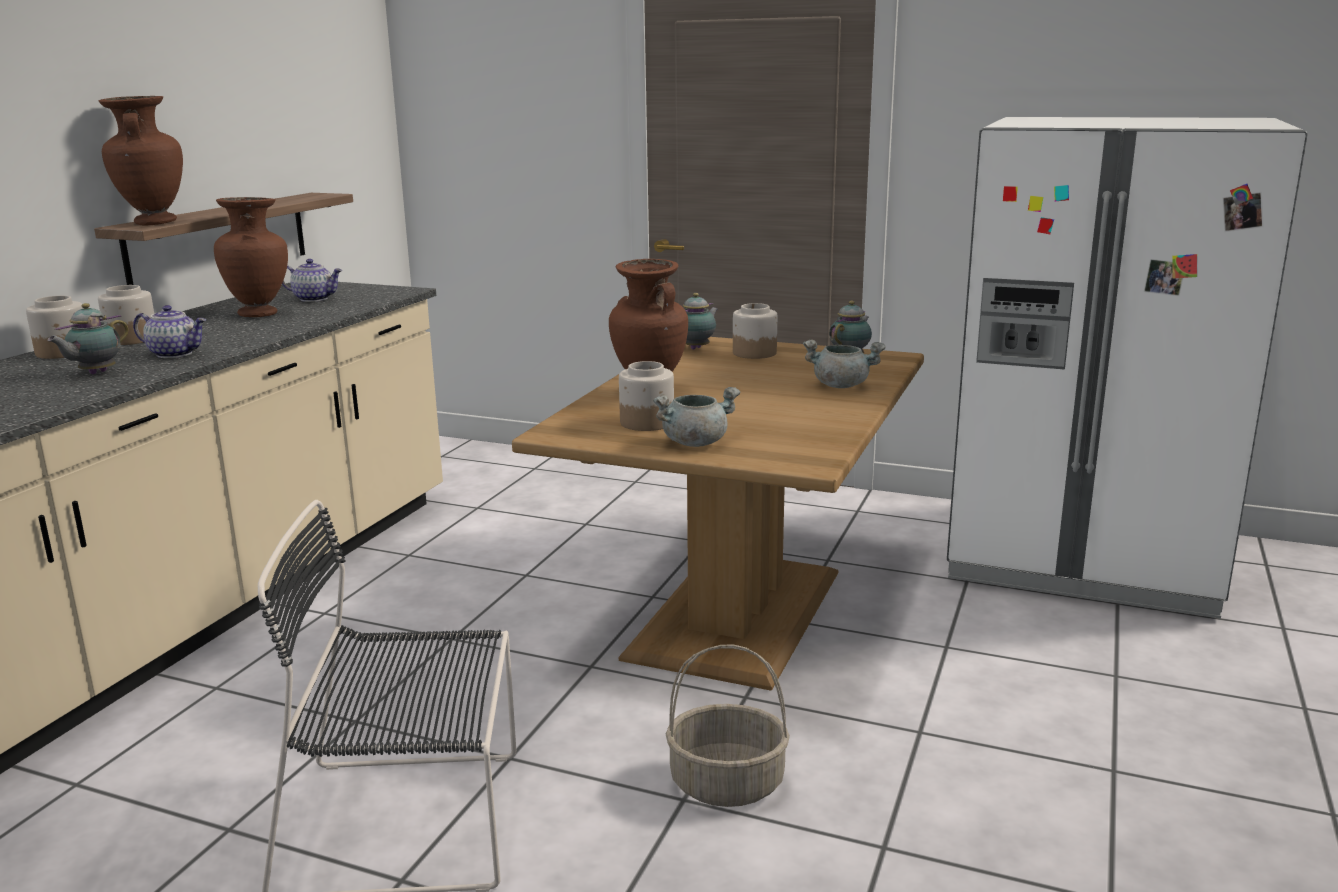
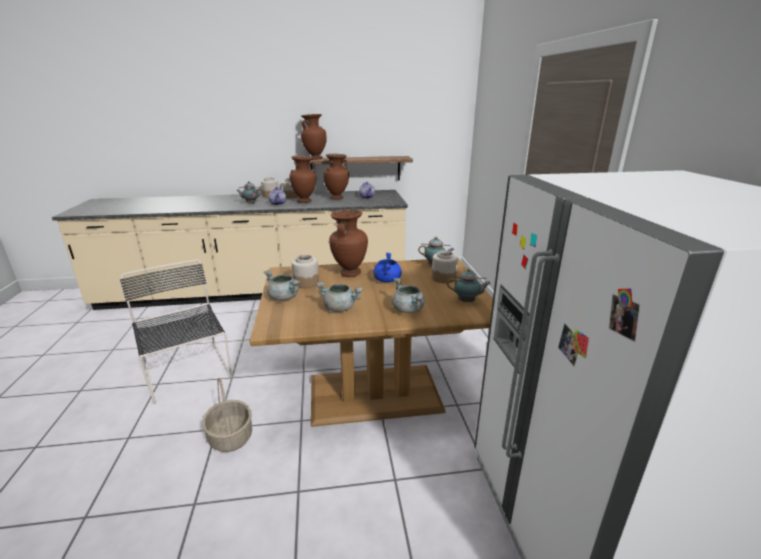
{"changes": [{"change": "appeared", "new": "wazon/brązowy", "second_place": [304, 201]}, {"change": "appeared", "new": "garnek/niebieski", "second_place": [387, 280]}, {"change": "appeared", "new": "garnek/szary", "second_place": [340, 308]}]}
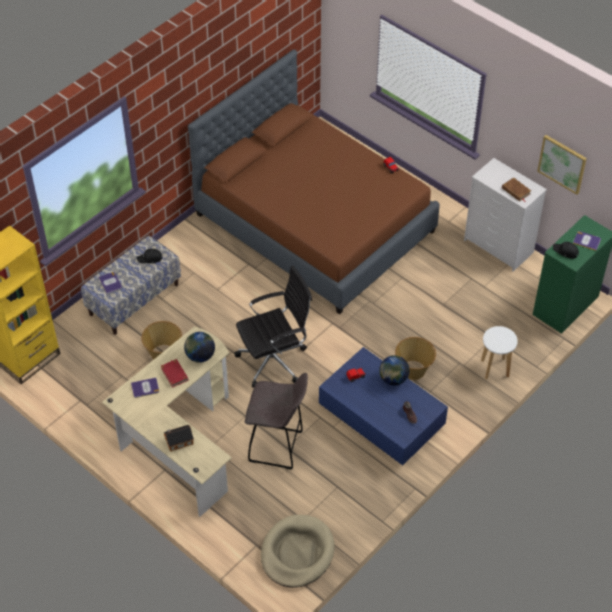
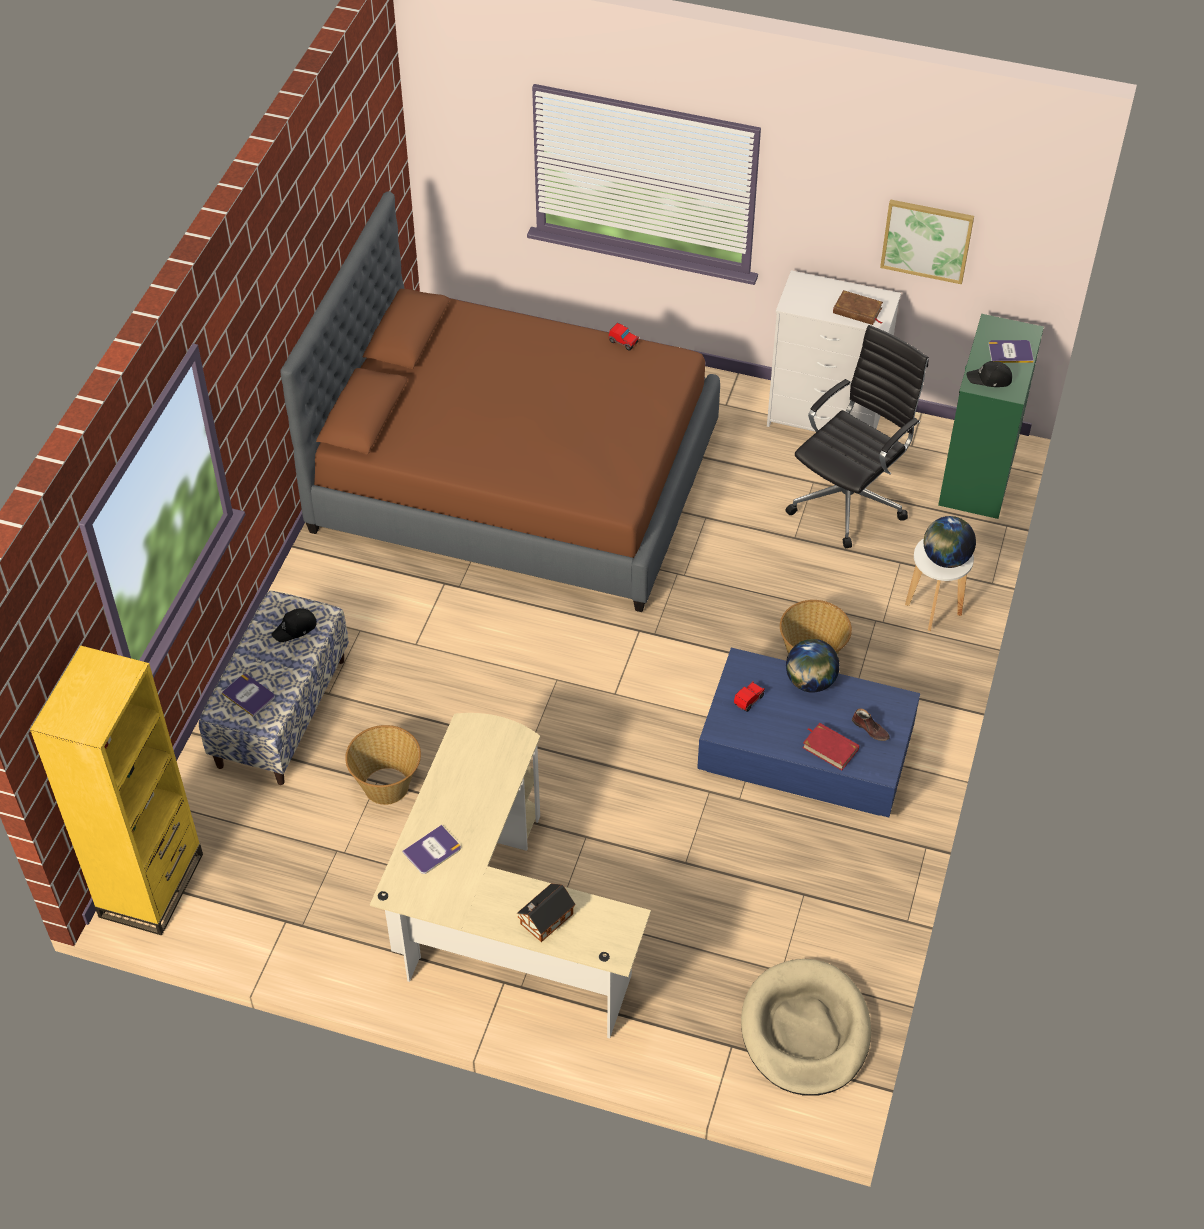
{"changes": [{"change": "relocated", "old": "krzesło biurowe/czarny", "first_place": [275, 360], "second_place": [849, 499]}, {"change": "relocated", "old": "globus", "first_place": [200, 356], "second_place": [945, 558]}, {"change": "relocated", "old": "książka/czerwony", "first_place": [174, 374], "second_place": [830, 748]}, {"change": "missing", "old": "stołek/szary", "first_place": [277, 447]}]}
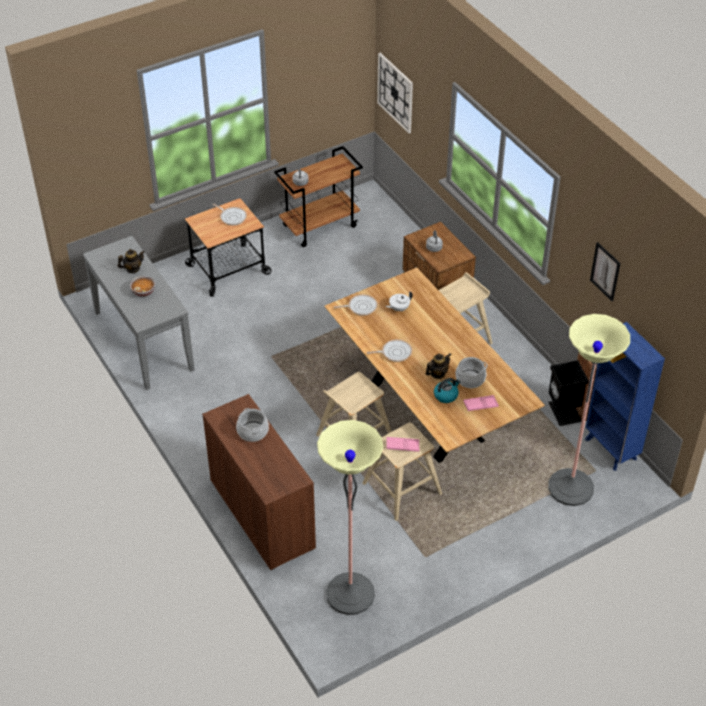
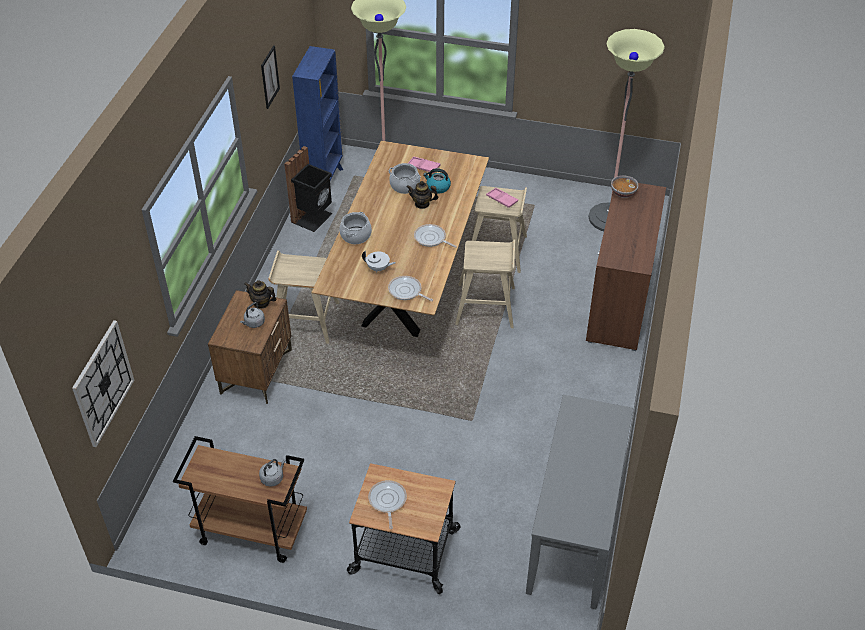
{"changes": [{"change": "relocated", "old": "imbryk", "first_place": [133, 269], "second_place": [261, 303]}, {"change": "relocated", "old": "miska", "first_place": [143, 291], "second_place": [623, 193]}, {"change": "relocated", "old": "garnek", "first_place": [253, 431], "second_place": [355, 235]}]}
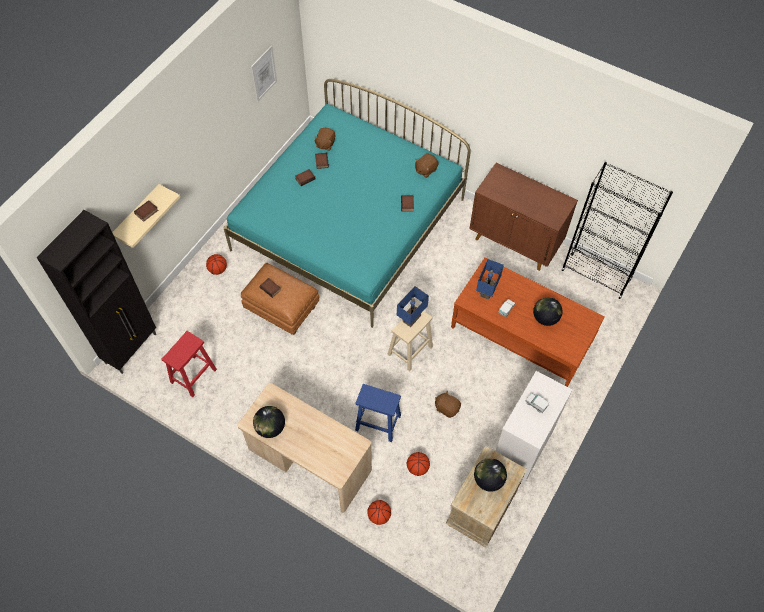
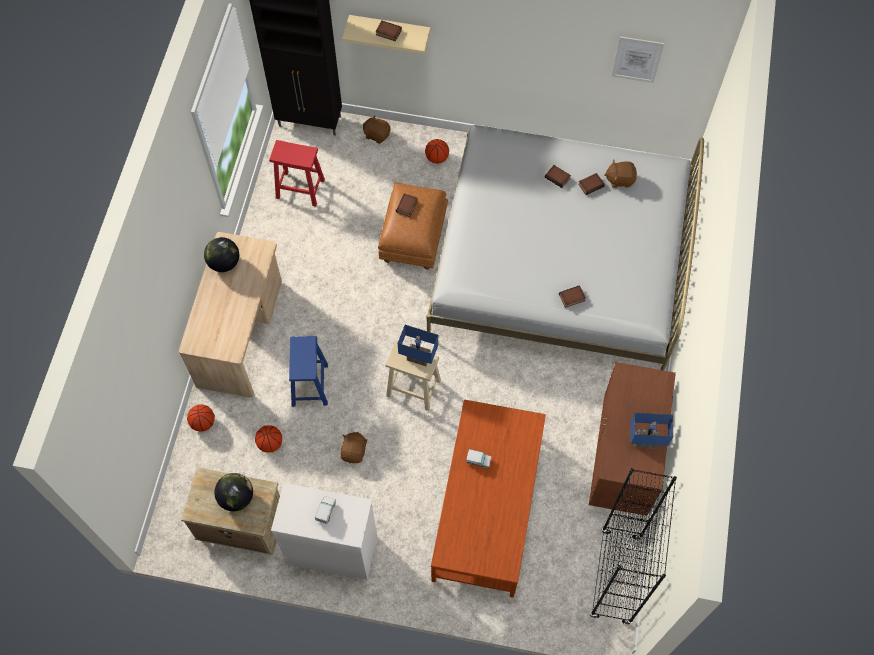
{"changes": [{"change": "colour", "old": "łóżko/turkusowy", "new": "łóżko/biały", "first_place": [349, 224], "second_place": [559, 264]}, {"change": "relocated", "old": "pluszak/brązowy", "first_place": [425, 170], "second_place": [377, 134]}, {"change": "relocated", "old": "lampa stołowa/niebieski", "first_place": [487, 292], "second_place": [645, 442]}, {"change": "missing", "old": "globus", "first_place": [545, 318]}]}
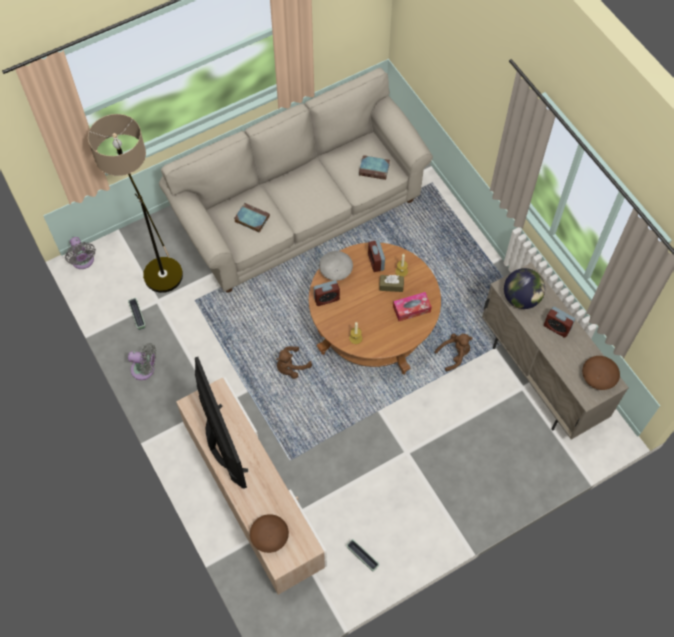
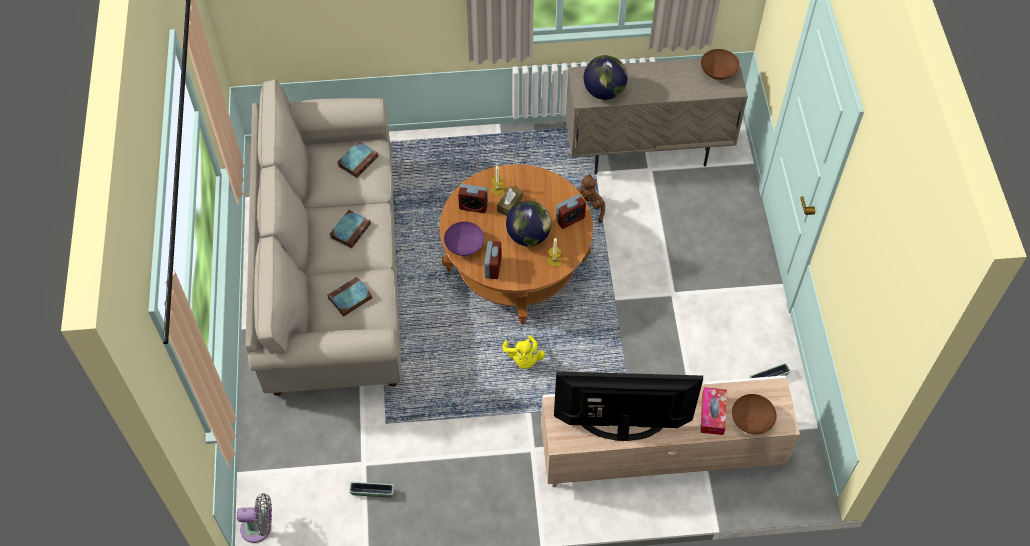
{"changes": [{"change": "missing", "old": "lampa stojąca", "first_place": [156, 263]}, {"change": "colour", "old": "miska/szary", "new": "miska/fioletowy", "first_place": [335, 271], "second_place": [463, 246]}, {"change": "relocated", "old": "pudełko chusteczek", "first_place": [411, 309], "second_place": [712, 414]}, {"change": "relocated", "old": "budzik", "first_place": [556, 327], "second_place": [570, 219]}, {"change": "missing", "old": "wentylator/szary", "first_place": [145, 370]}, {"change": "colour", "old": "pluszak/brązowy", "new": "pluszak/żółty", "first_place": [291, 367], "second_place": [523, 359]}, {"change": "appeared", "new": "globus", "second_place": [528, 236]}, {"change": "appeared", "new": "książka", "second_place": [350, 230]}]}
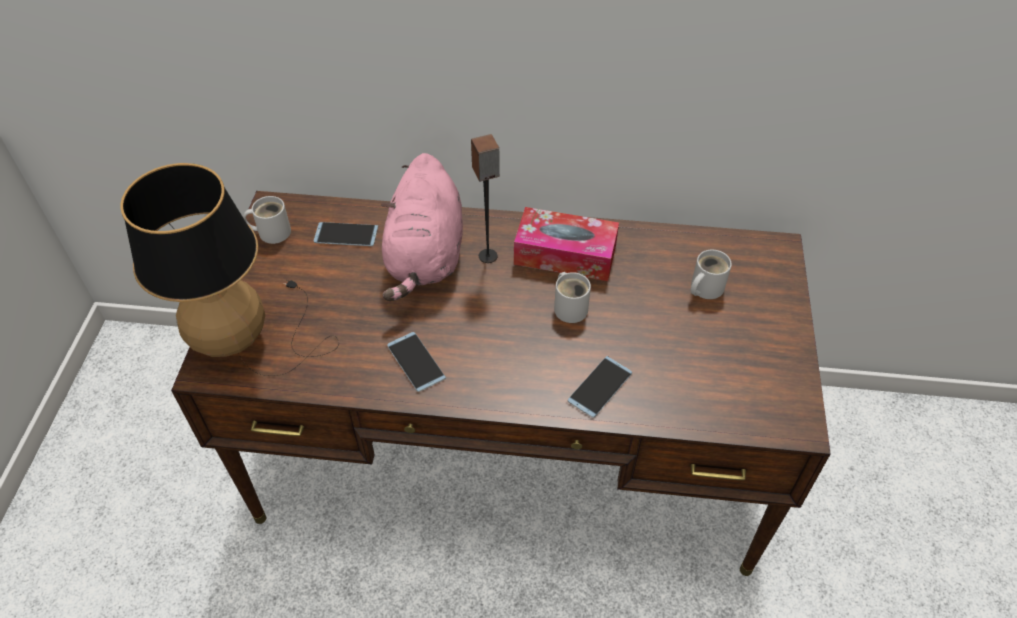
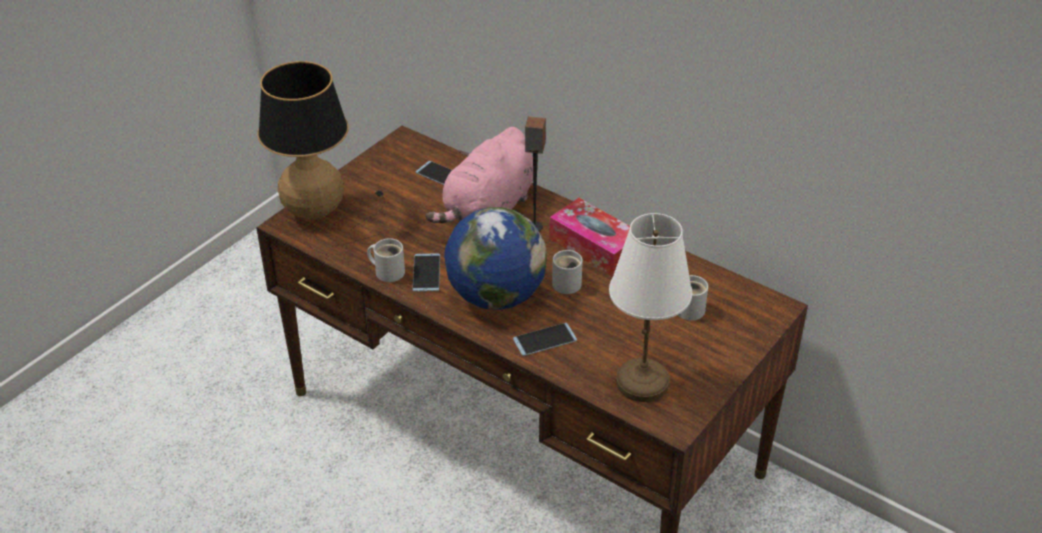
{"changes": [{"change": "relocated", "old": "kubek/biały", "first_place": [271, 231], "second_place": [388, 271]}, {"change": "appeared", "new": "globus", "second_place": [496, 296]}, {"change": "appeared", "new": "lampa stołowa/biały", "second_place": [641, 381]}]}
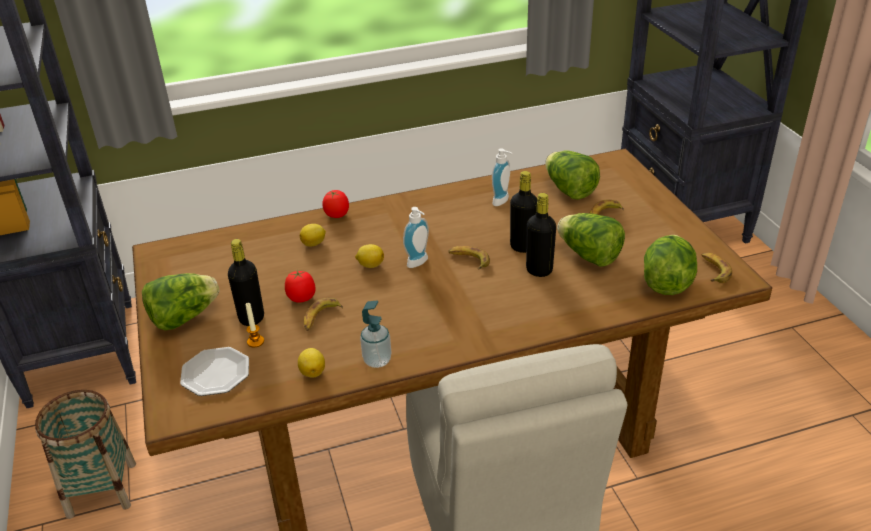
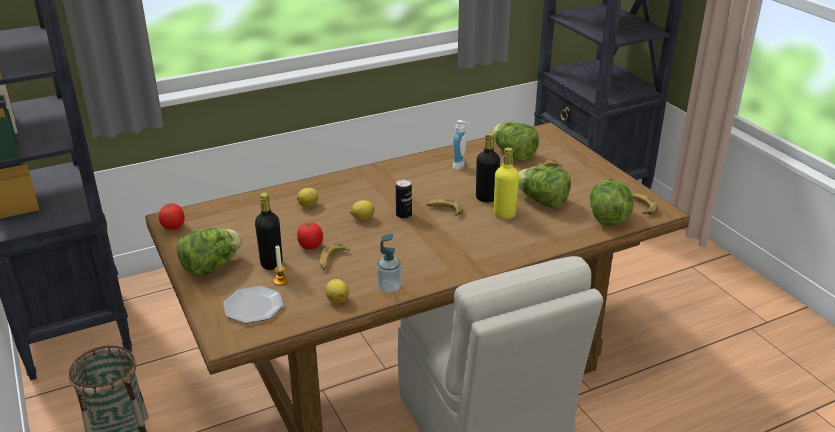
{"changes": [{"change": "relocated", "old": "pomidor", "first_place": [337, 215], "second_place": [173, 226]}, {"change": "colour", "old": "butelka/czarny", "new": "butelka/żółty", "first_place": [539, 270], "second_place": [504, 214]}, {"change": "exchanged", "old": "dozownik mydła", "new": "puszka", "first_place": [419, 263], "second_place": [403, 215]}]}
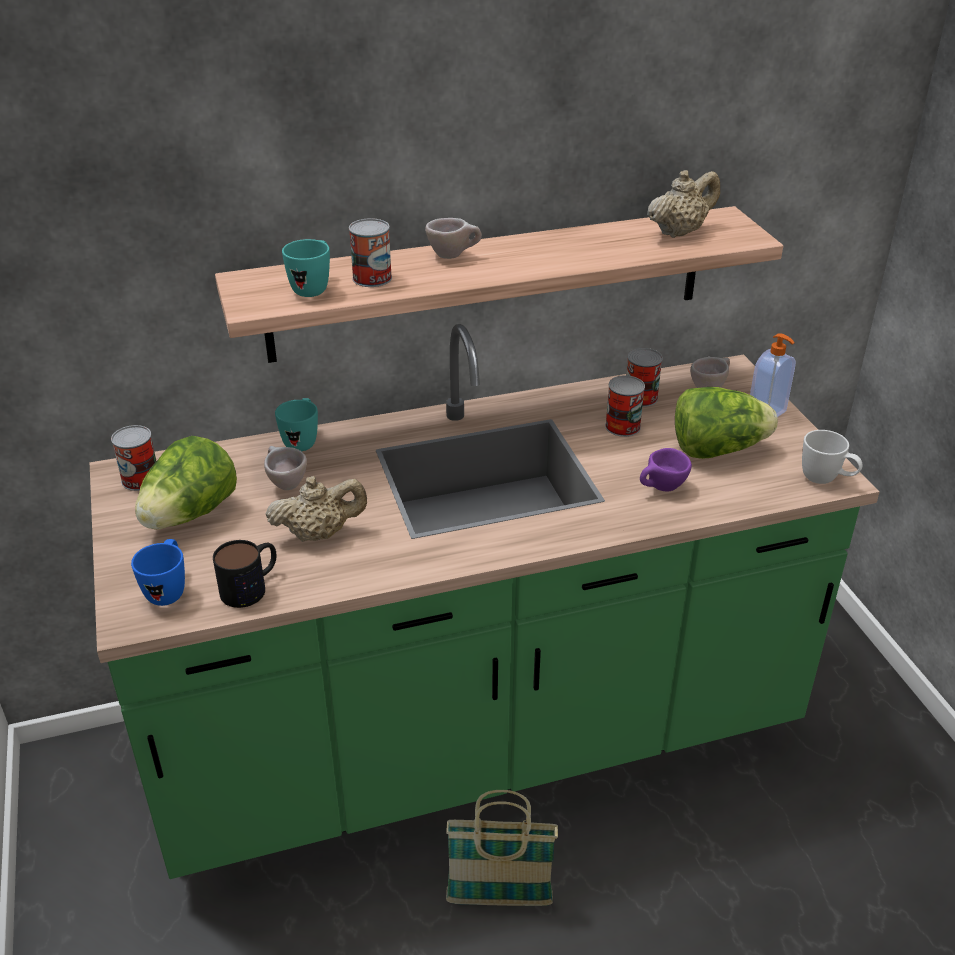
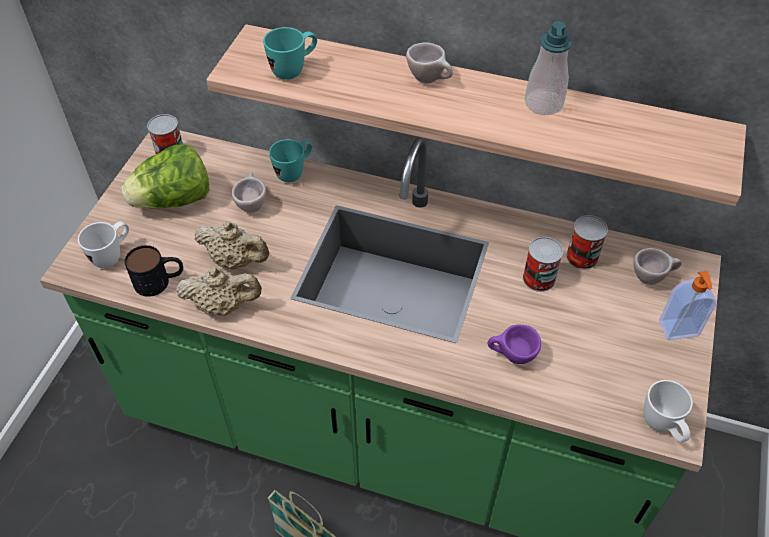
{"changes": [{"change": "relocated", "old": "imbryk/beżowy", "first_place": [679, 232], "second_place": [223, 306]}, {"change": "missing", "old": "puszka", "first_place": [372, 278]}, {"change": "missing", "old": "sałata", "first_place": [717, 449]}, {"change": "colour", "old": "kubek/niebieski", "new": "kubek/biały", "first_place": [168, 590], "second_place": [112, 256]}, {"change": "appeared", "new": "dozownik mydła", "second_place": [543, 103]}]}
